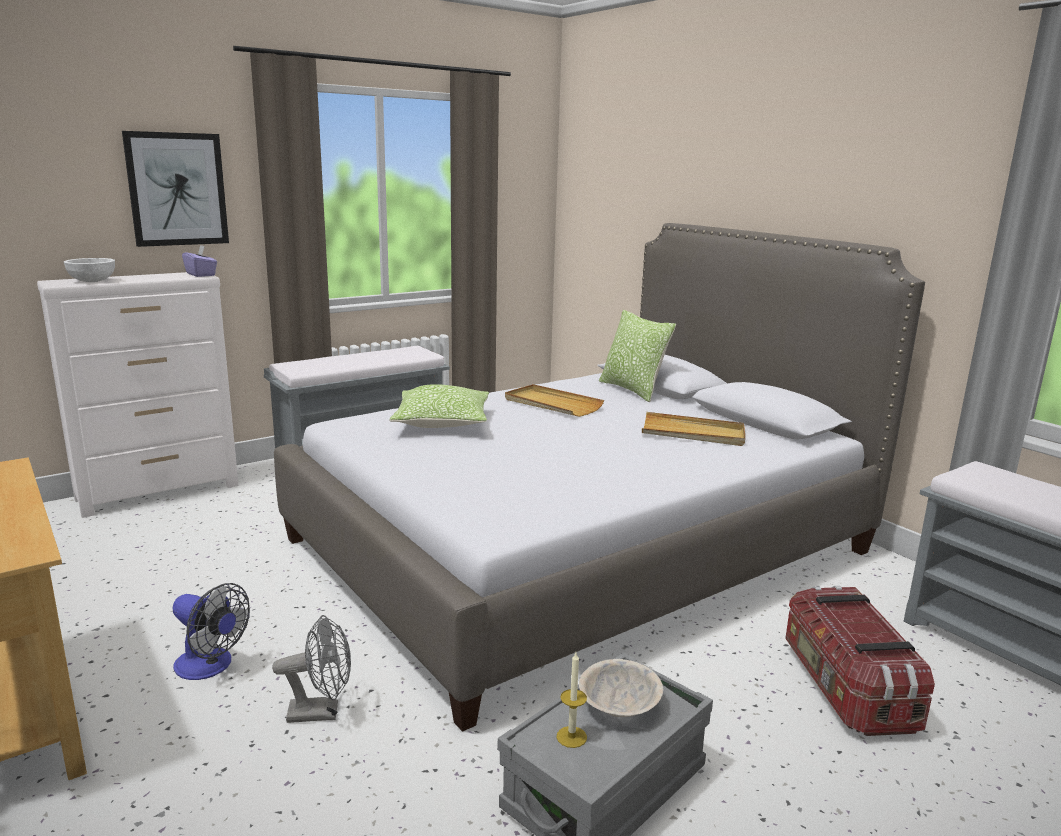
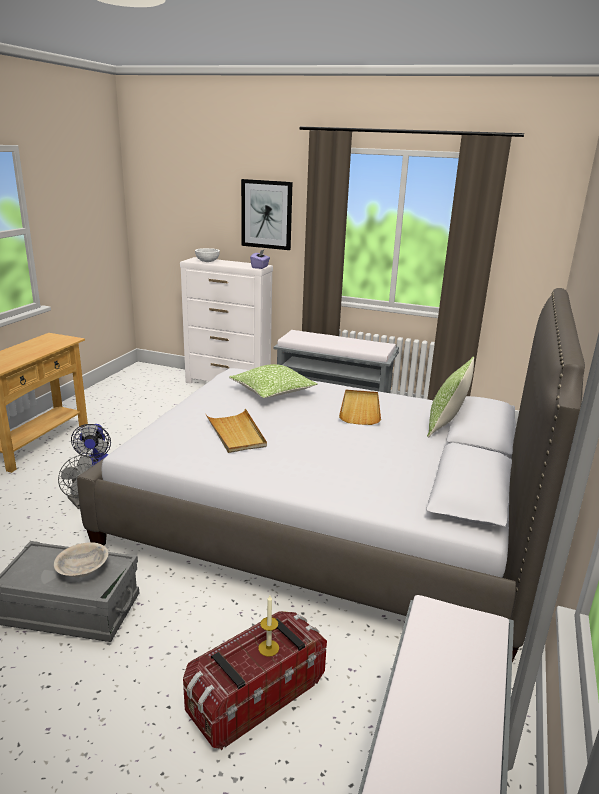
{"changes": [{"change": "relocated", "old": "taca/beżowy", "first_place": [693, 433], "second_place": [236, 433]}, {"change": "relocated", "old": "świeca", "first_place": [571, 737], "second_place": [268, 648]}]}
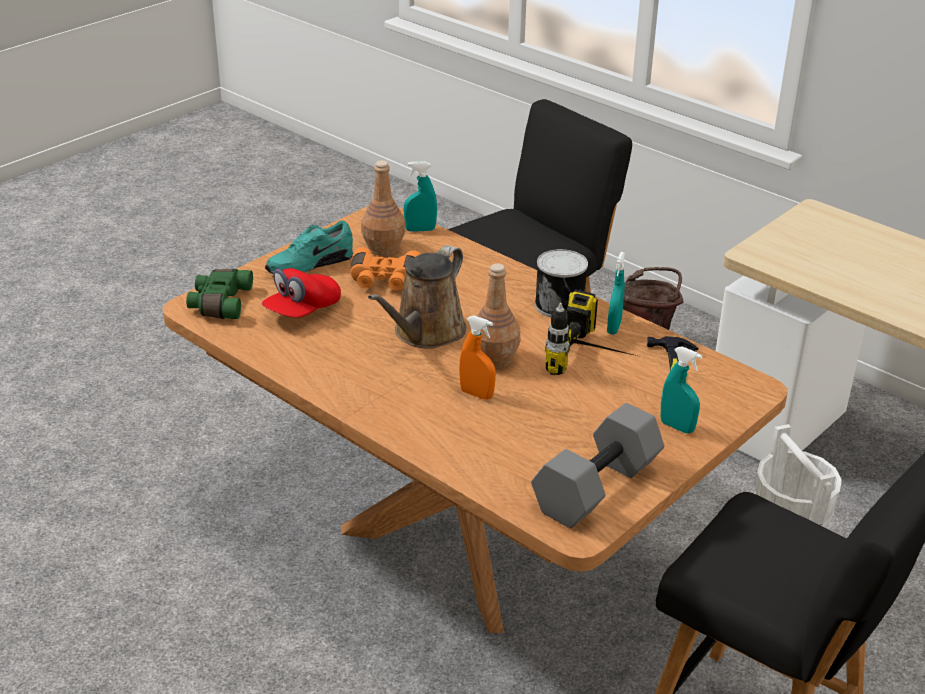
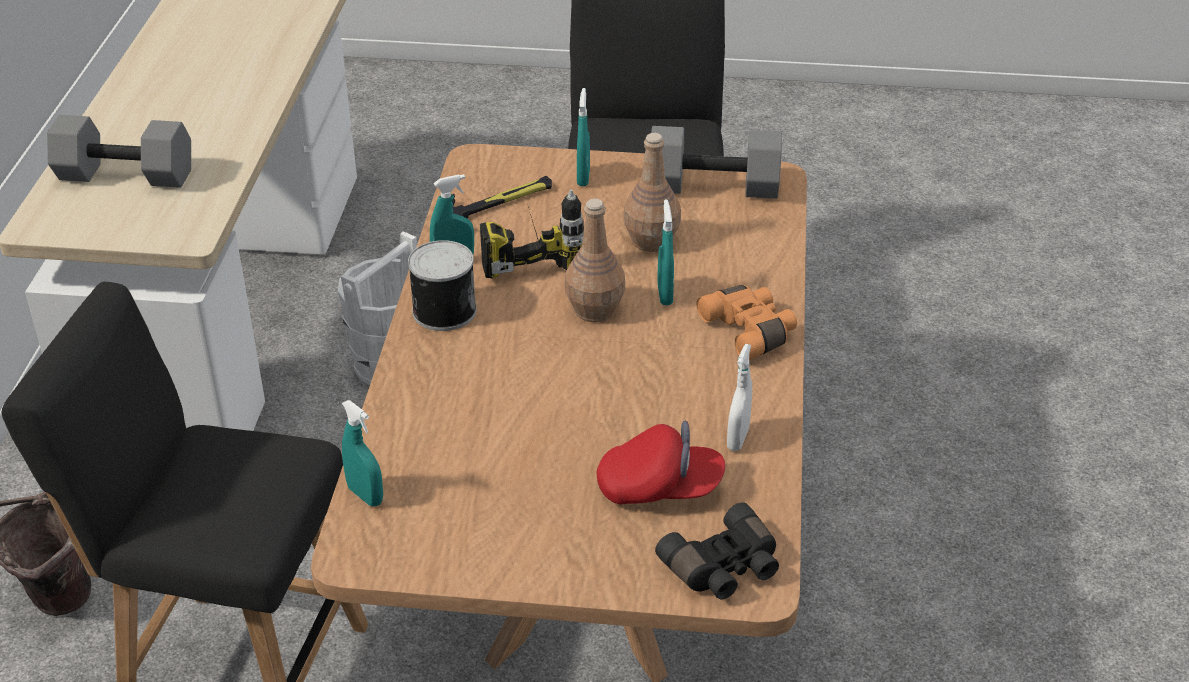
{"changes": [{"change": "relocated", "old": "butelka/brązowy", "first_place": [383, 248], "second_place": [652, 240]}, {"change": "missing", "old": "but/turkusowy", "first_place": [309, 264]}, {"change": "missing", "old": "konewka/brązowy", "first_place": [425, 333]}, {"change": "relocated", "old": "lornetka/pomarańczowy", "first_place": [384, 281], "second_place": [751, 331]}, {"change": "colour", "old": "lornetka/zielony", "new": "lornetka/czarny", "first_place": [219, 303], "second_place": [724, 568]}, {"change": "colour", "old": "spryskiwacz/pomarańczowy", "new": "spryskiwacz/turkusowy", "first_place": [476, 394], "second_place": [665, 294]}, {"change": "appeared", "new": "hantel/szary", "second_place": [127, 174]}, {"change": "appeared", "new": "spryskiwacz/biały", "second_place": [738, 439]}]}
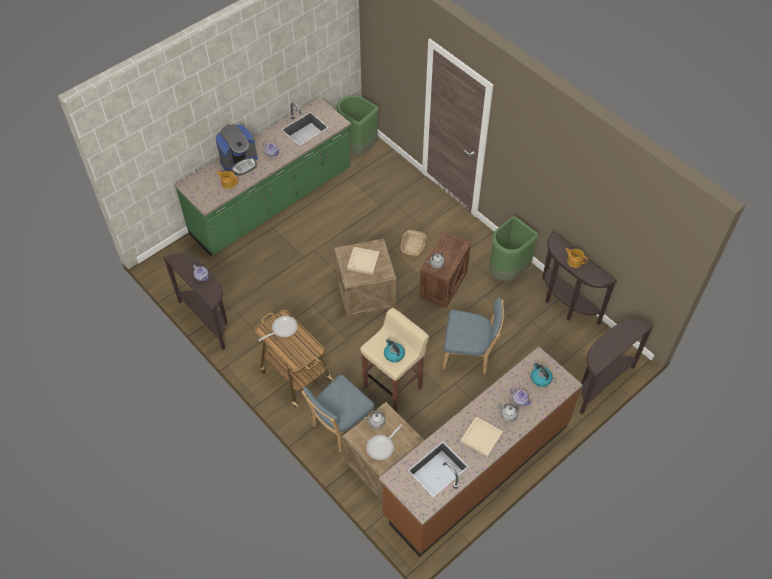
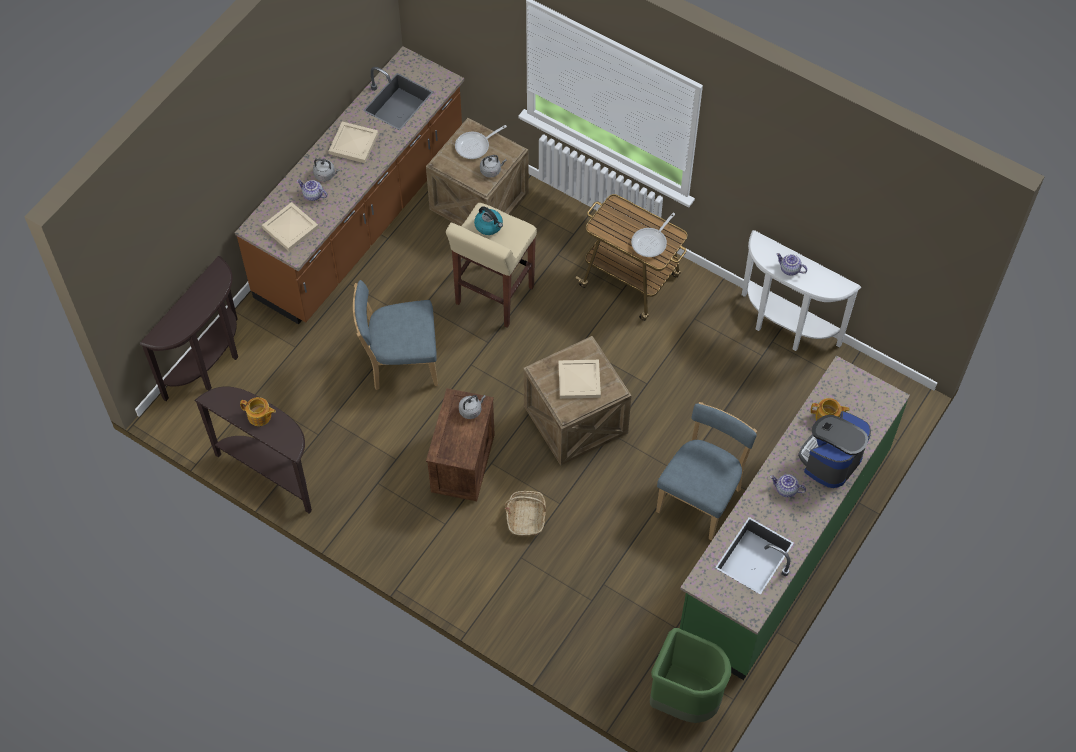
{"changes": [{"change": "missing", "old": "kosz na śmieci/zielony", "first_place": [507, 272]}, {"change": "colour", "old": "stolik konsolowy/brązowy", "new": "stolik konsolowy/biały", "first_place": [208, 319], "second_place": [784, 329]}, {"change": "exchanged", "old": "czajnik", "new": "taca/beżowy", "first_place": [540, 378], "second_place": [290, 227]}, {"change": "relocated", "old": "krzesło/niebieski", "first_place": [340, 426], "second_place": [701, 497]}, {"change": "spun", "old": "patelnia", "first_place": [382, 447], "second_place": [475, 146], "degrees": -150}]}
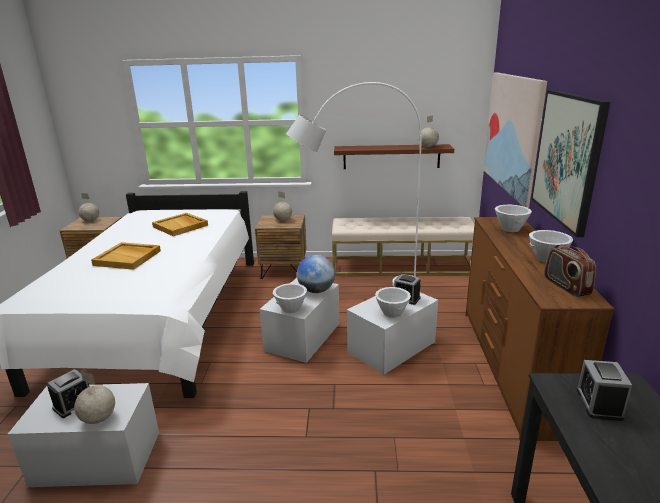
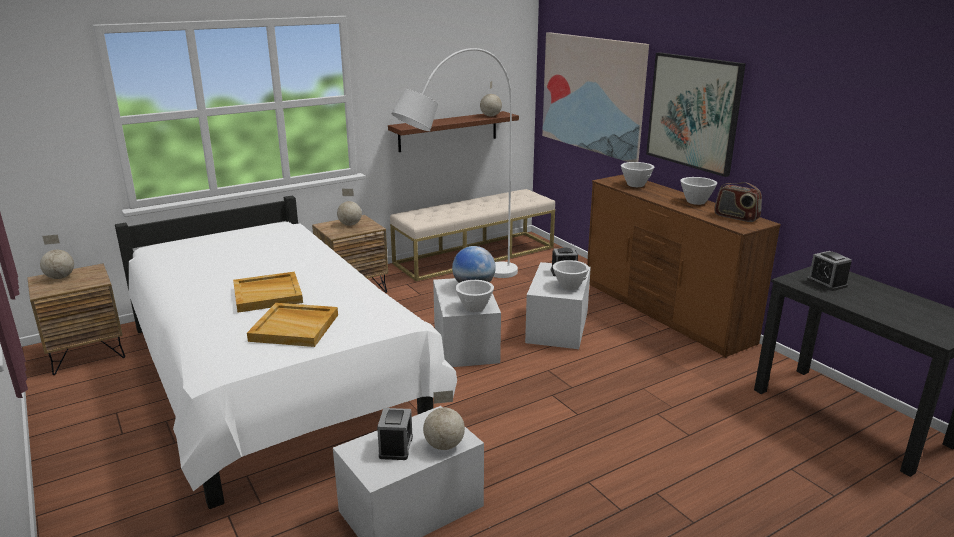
{"changes": [{"change": "relocated", "old": "taca/beżowy", "first_place": [181, 226], "second_place": [295, 327]}]}
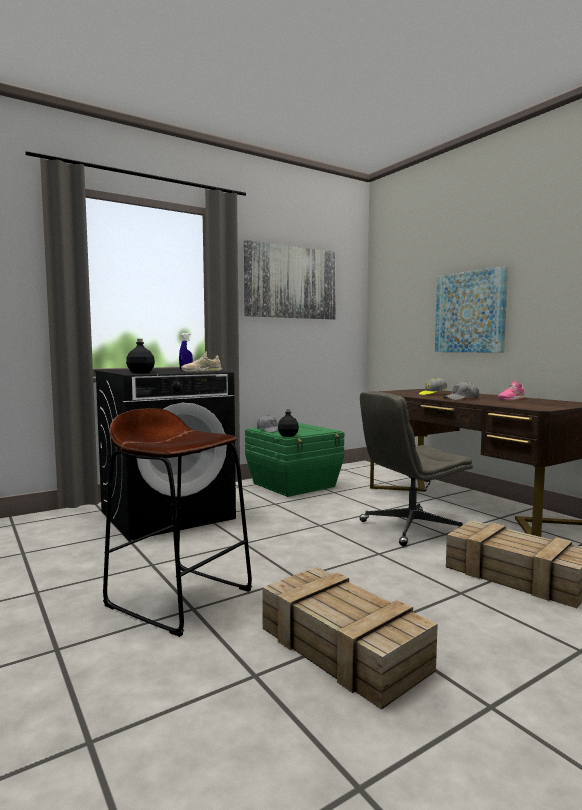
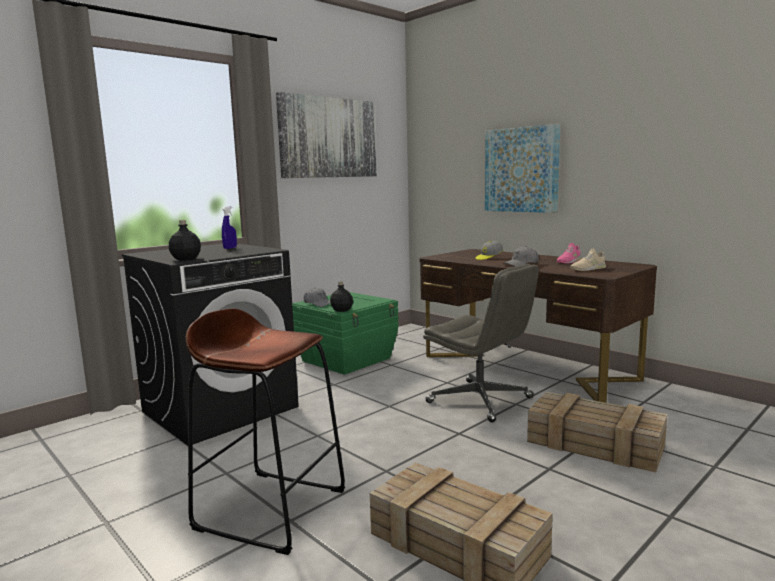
{"changes": [{"change": "relocated", "old": "but/beżowy", "first_place": [202, 371], "second_place": [588, 269]}, {"change": "spun", "old": "krzesło biurowe/szary", "first_place": [410, 528], "second_place": [481, 400], "degrees": -105}]}
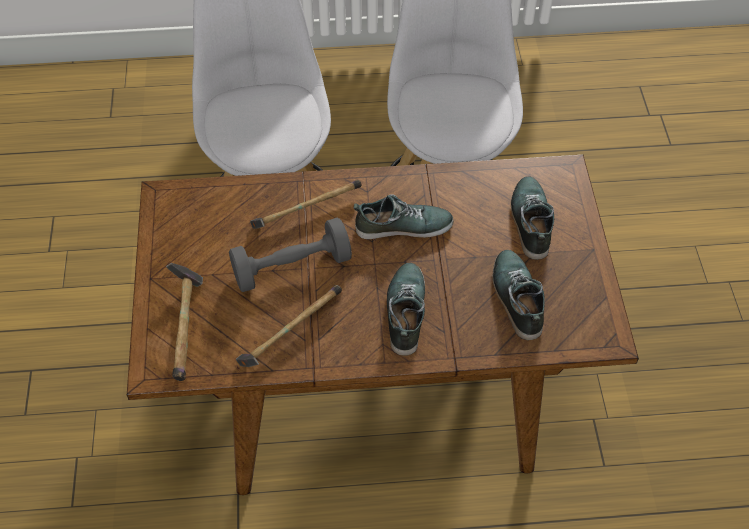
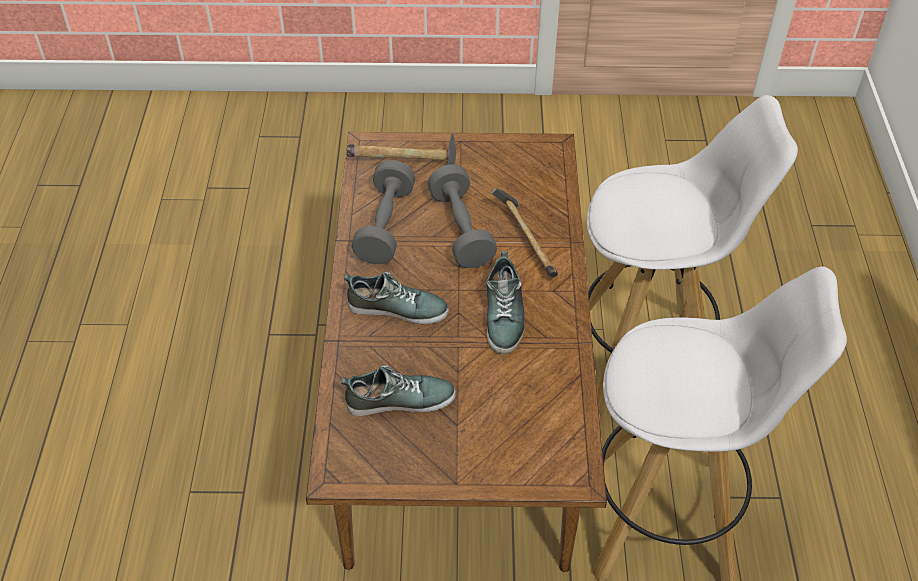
{"changes": [{"change": "missing", "old": "but", "first_place": [530, 221]}, {"change": "exchanged", "old": "młotek", "new": "hantel/szary", "first_place": [289, 335], "second_place": [385, 226]}]}
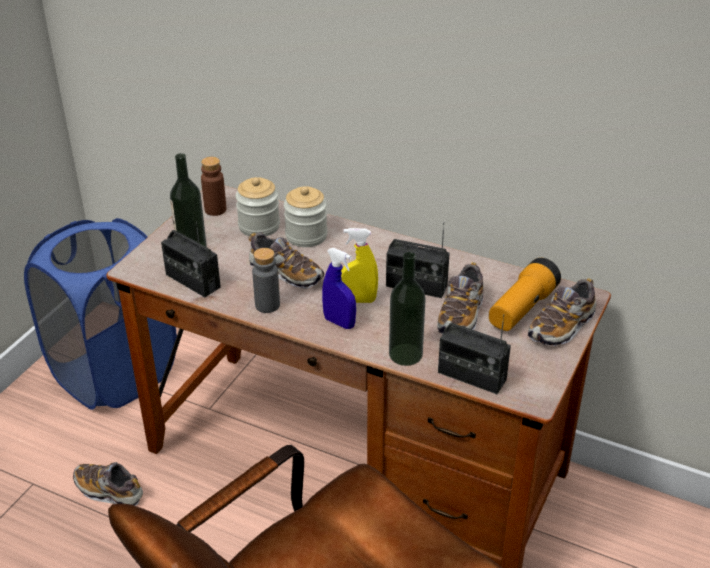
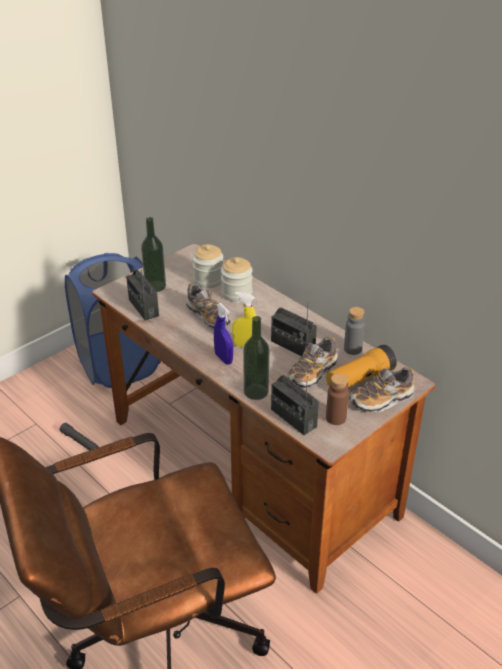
{"changes": [{"change": "relocated", "old": "butelka/brązowy", "first_place": [215, 210], "second_place": [335, 418]}, {"change": "relocated", "old": "butelka/szary", "first_place": [267, 305], "second_place": [352, 349]}, {"change": "exchanged", "old": "but", "new": "latarka/czarny", "first_place": [109, 491], "second_place": [80, 441]}]}
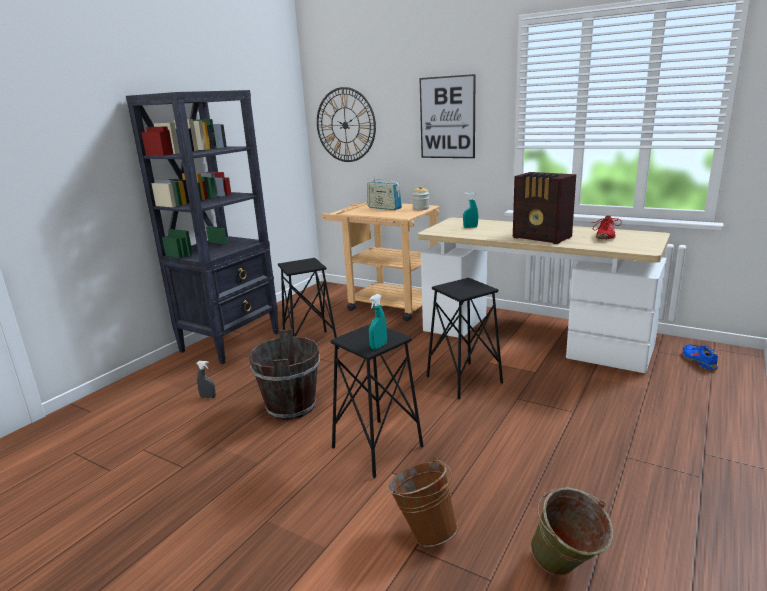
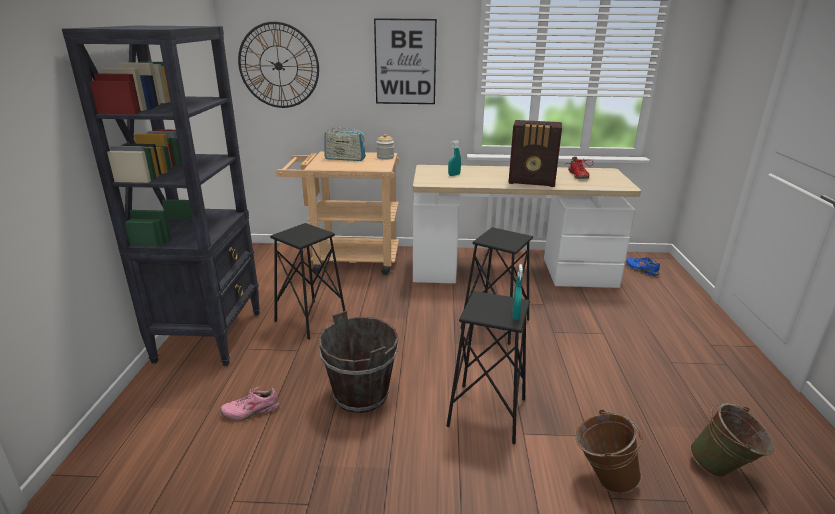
{"changes": [{"change": "exchanged", "old": "spryskiwacz/szary", "new": "but/różowy", "first_place": [208, 397], "second_place": [251, 410]}]}
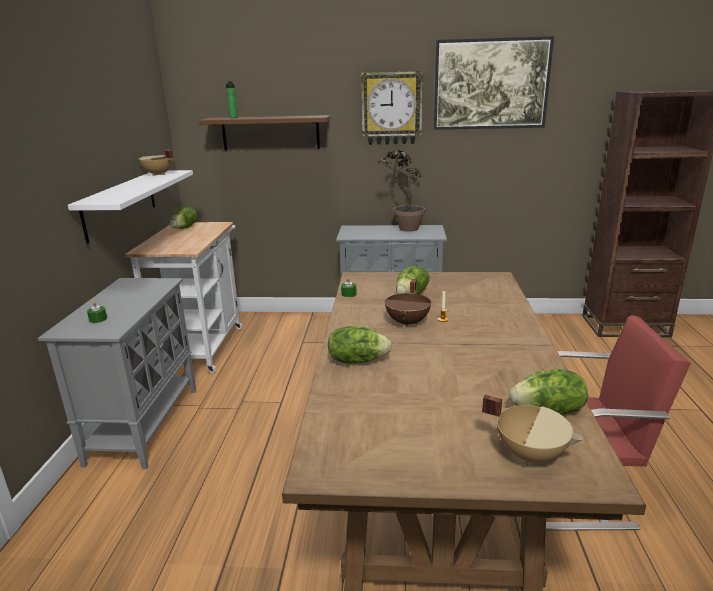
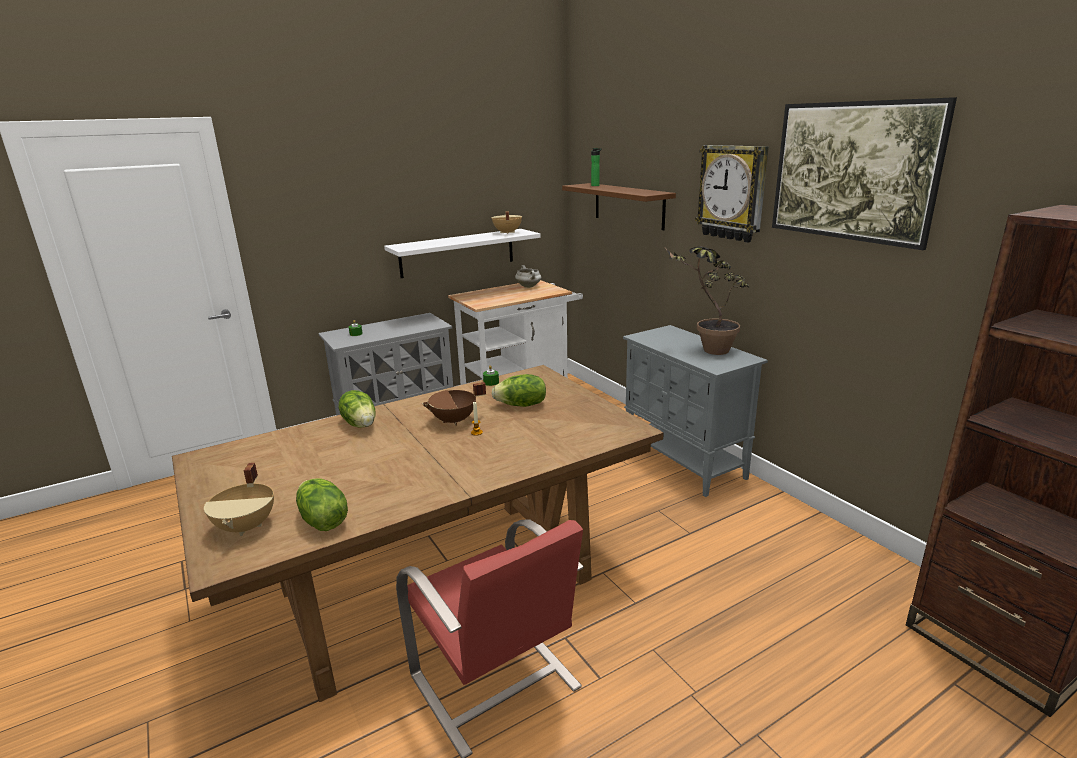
{"changes": [{"change": "exchanged", "old": "sałata", "new": "garnek/biały", "first_place": [184, 228], "second_place": [529, 286]}]}
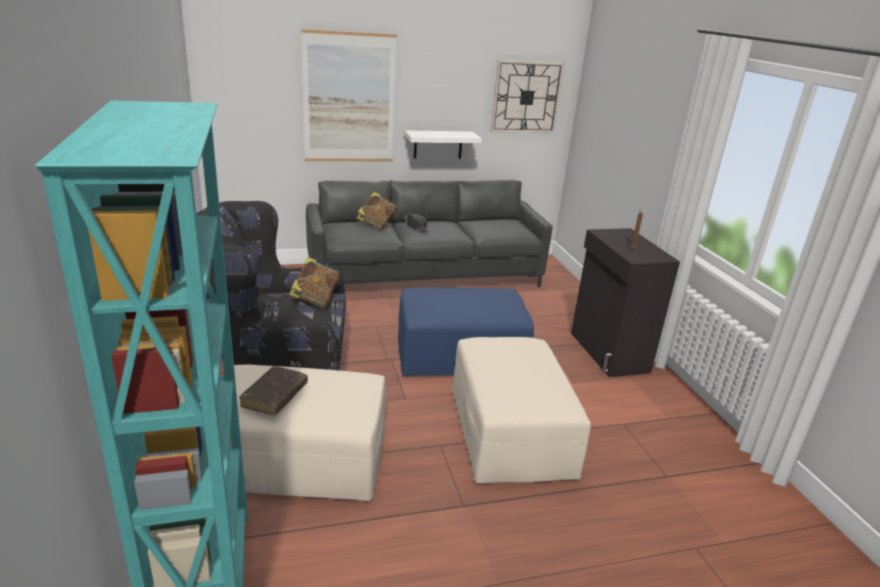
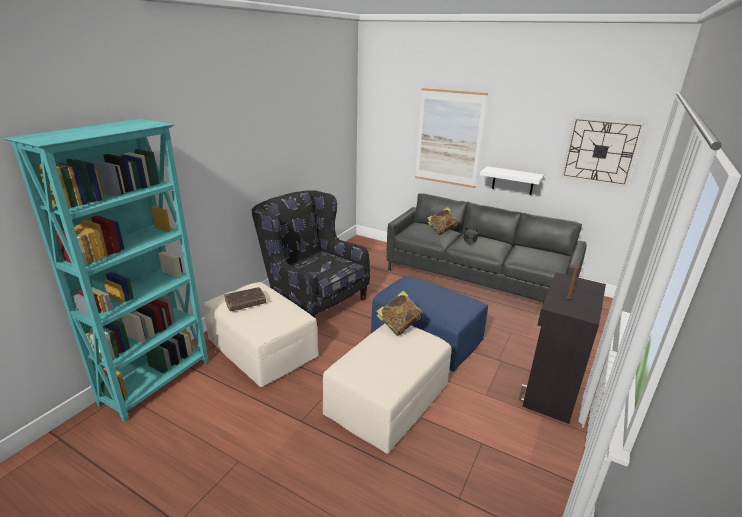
{"changes": [{"change": "relocated", "old": "książka", "first_place": [315, 299], "second_place": [399, 326]}]}
